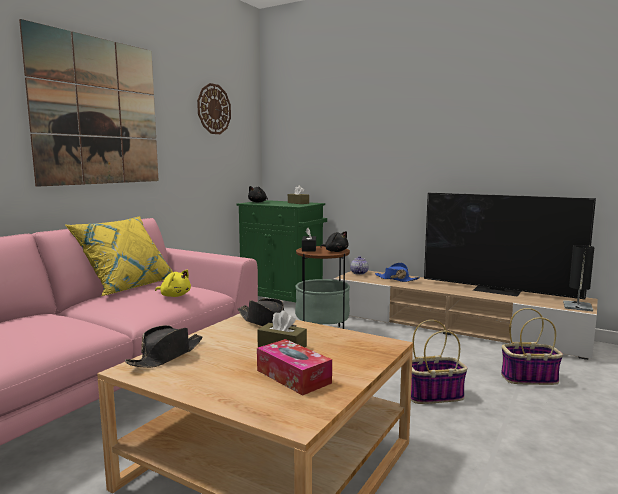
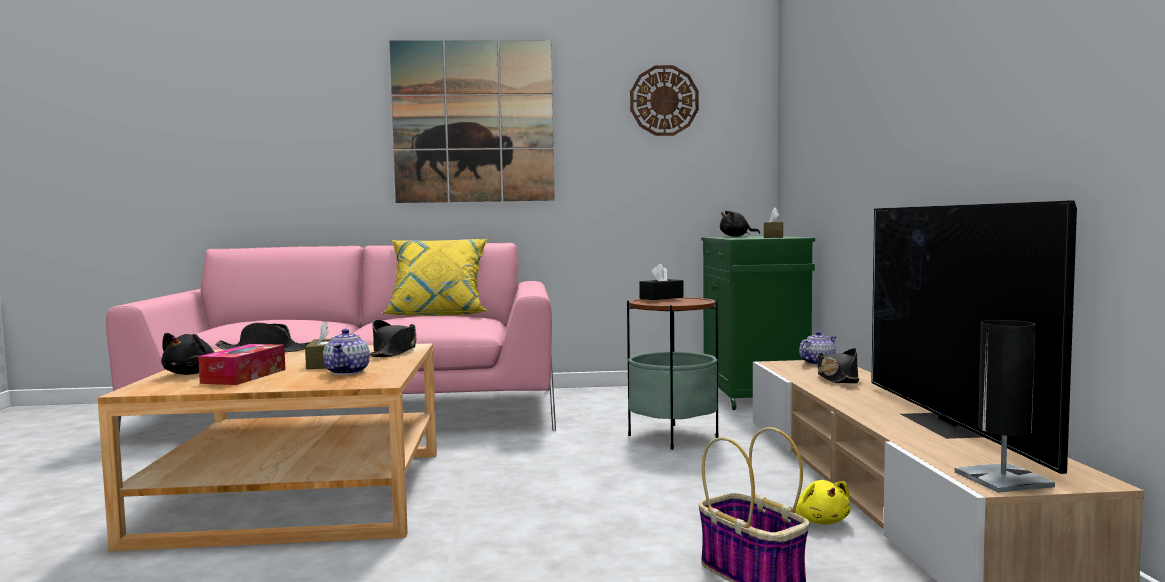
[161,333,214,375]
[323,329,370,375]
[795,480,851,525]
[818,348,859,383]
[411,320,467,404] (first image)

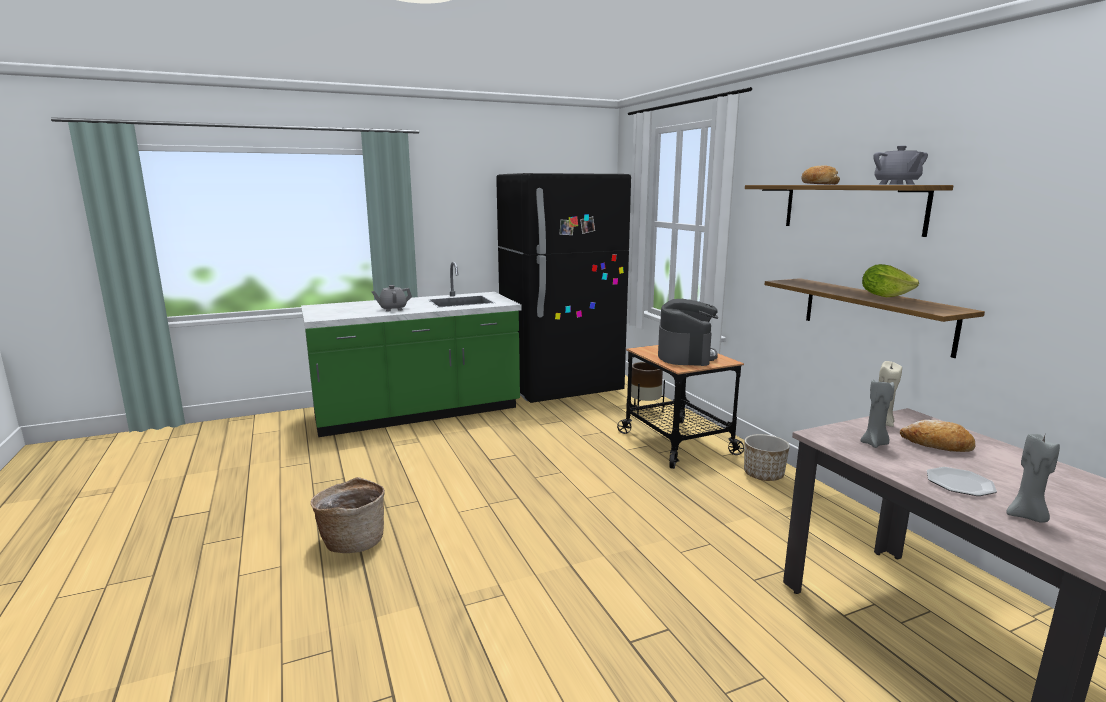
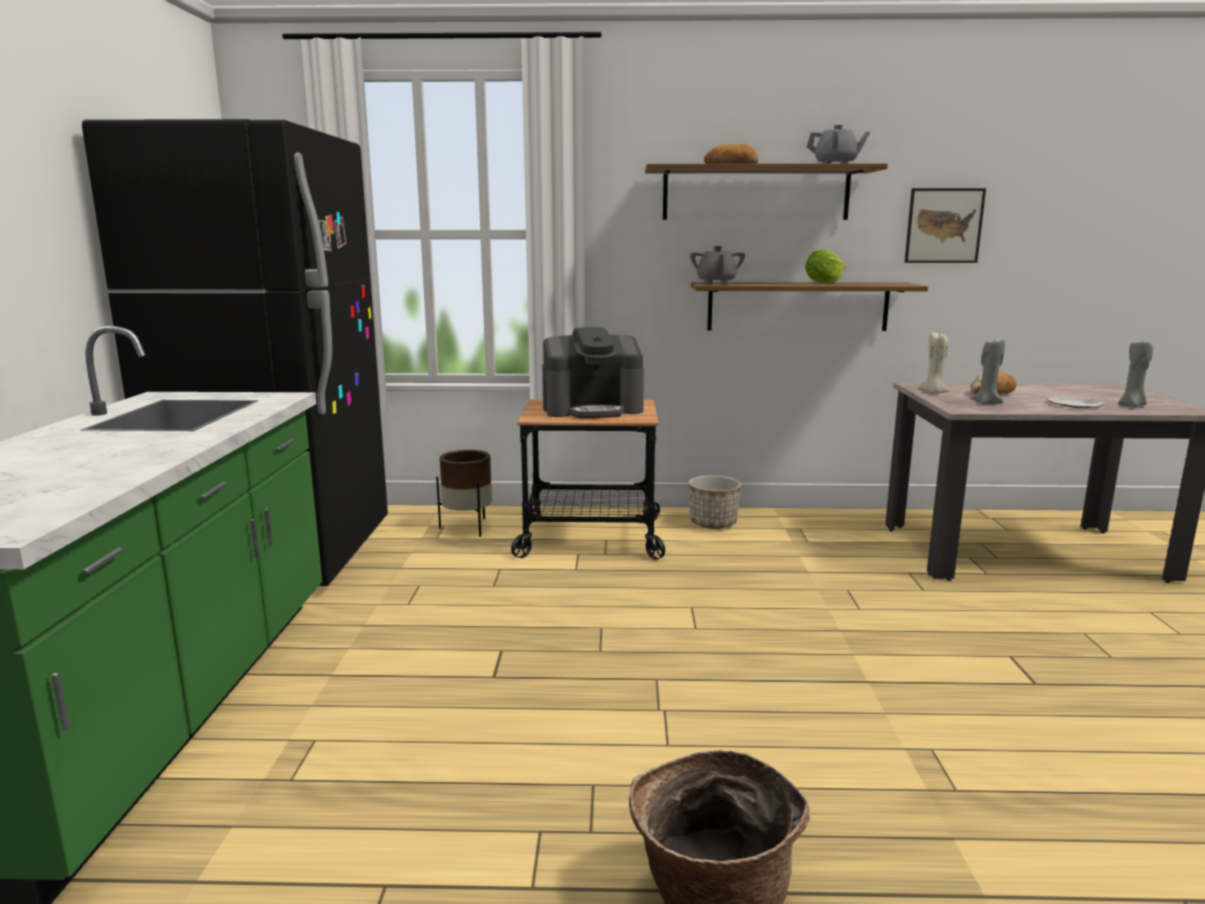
[542,327,644,418]
[690,246,745,284]
[905,188,986,263]

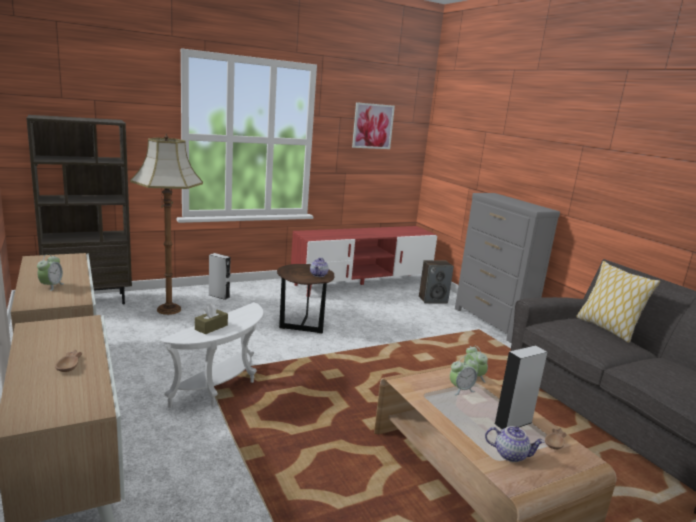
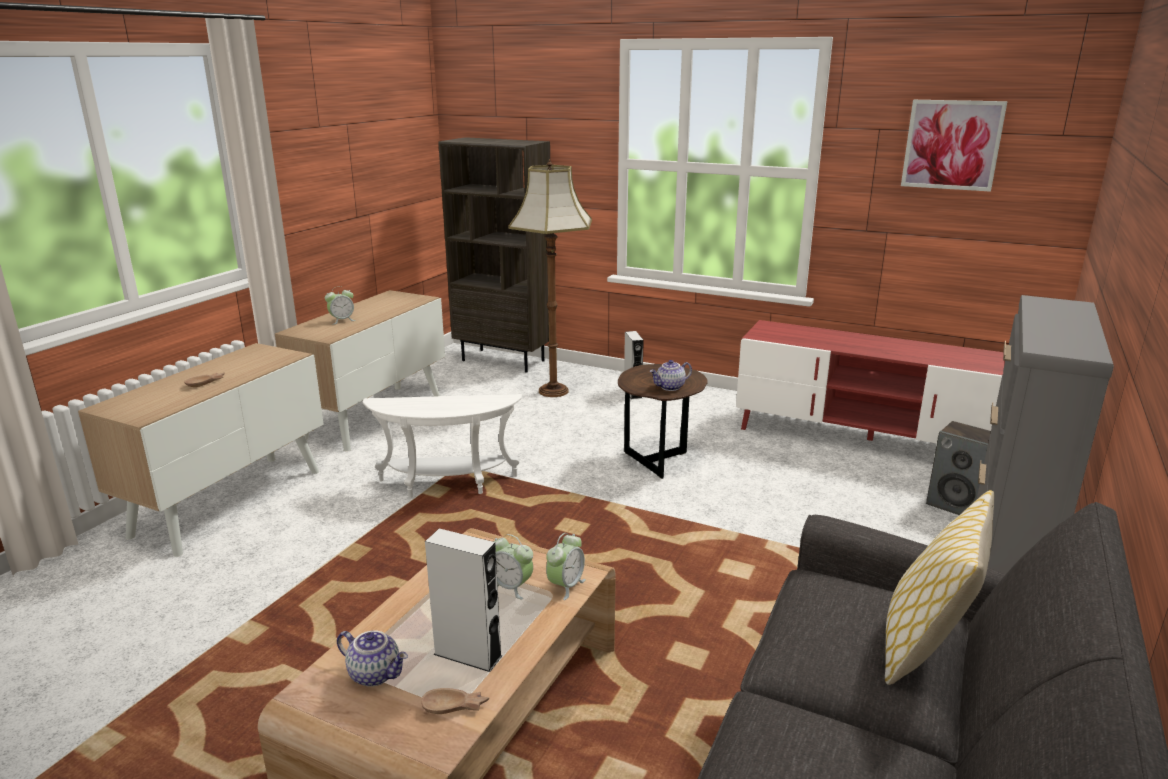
[337,630,408,687]
[195,303,228,334] (first image)

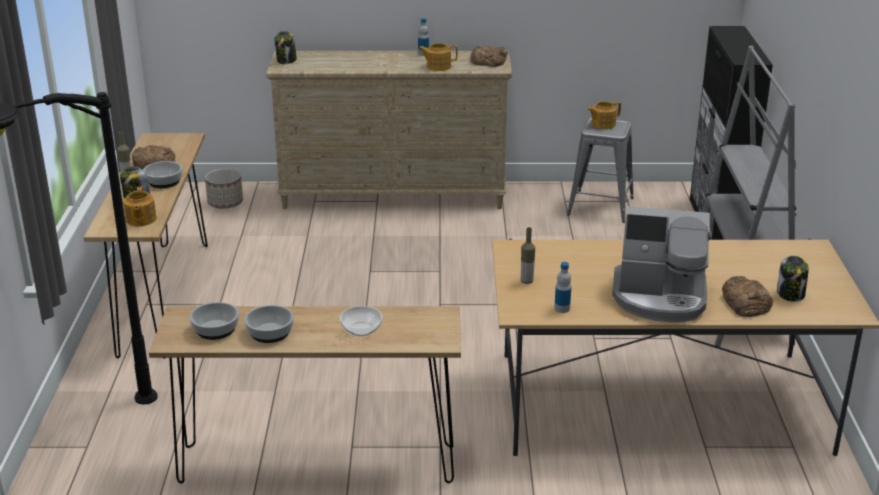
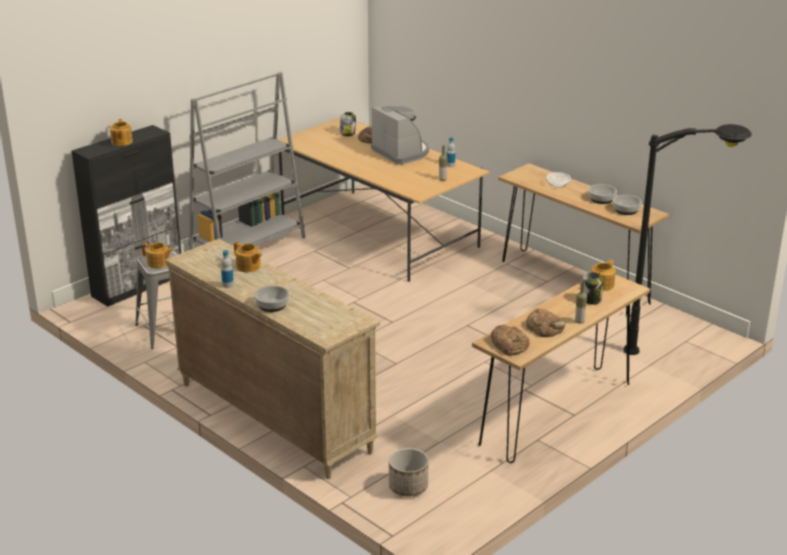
[110,119,133,146]
[254,286,290,312]
[491,325,530,356]
[274,31,297,64] (first image)

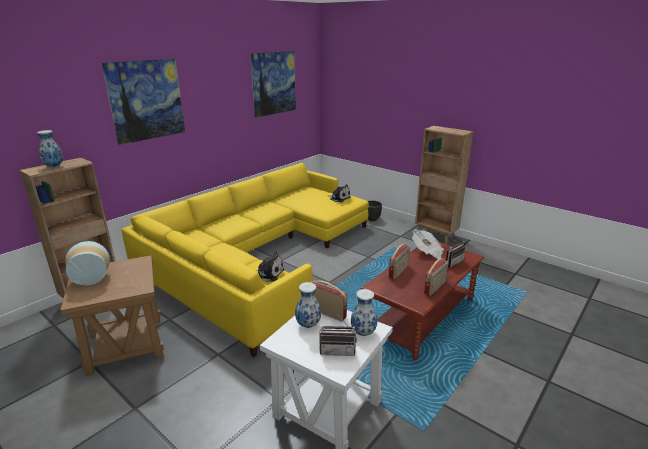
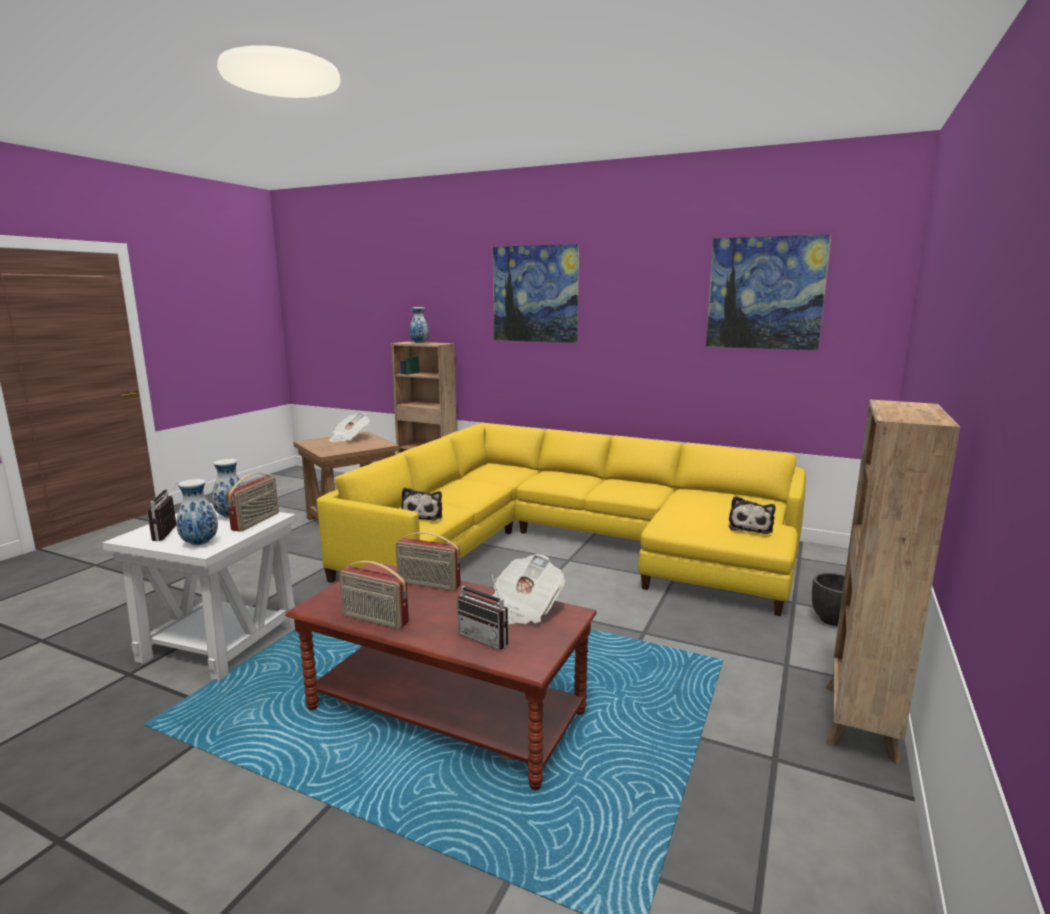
[329,413,370,442]

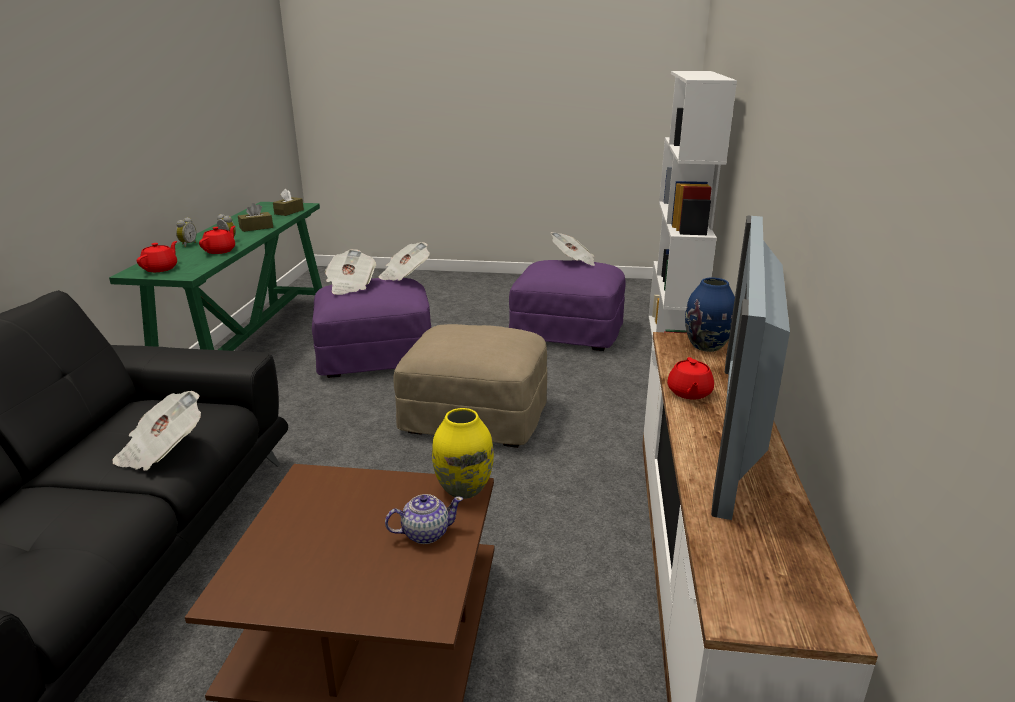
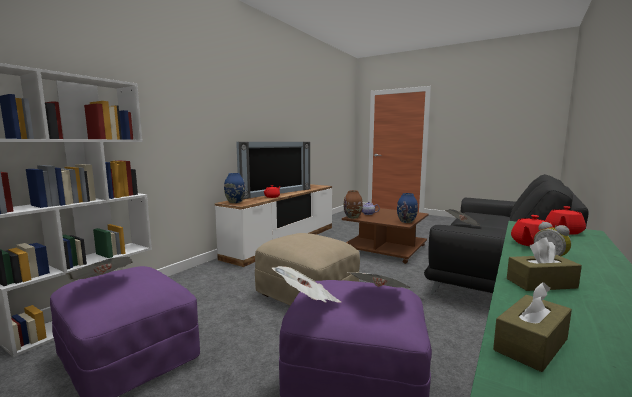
[343,190,363,219]
[397,193,418,223]
[176,217,196,247] (first image)

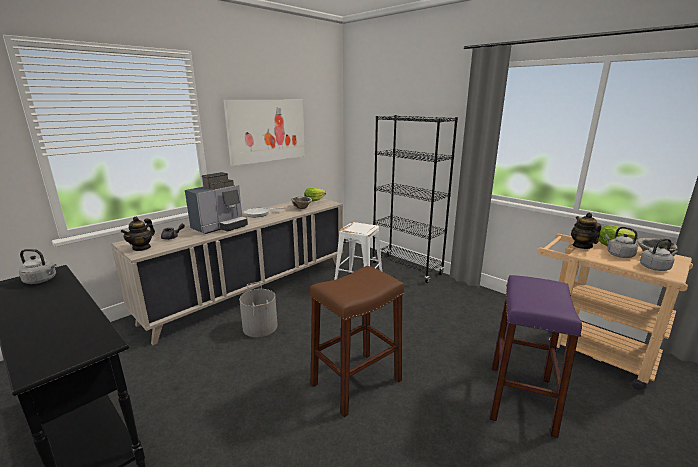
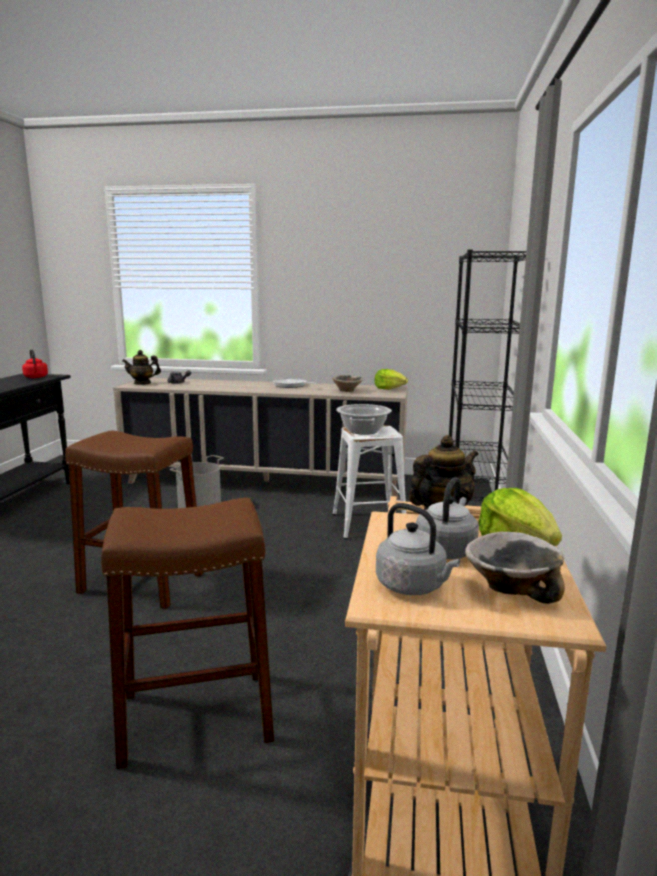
[22,349,48,378]
[101,498,274,769]
[336,404,392,435]
[185,172,248,234] (first image)
[223,100,305,166] (first image)

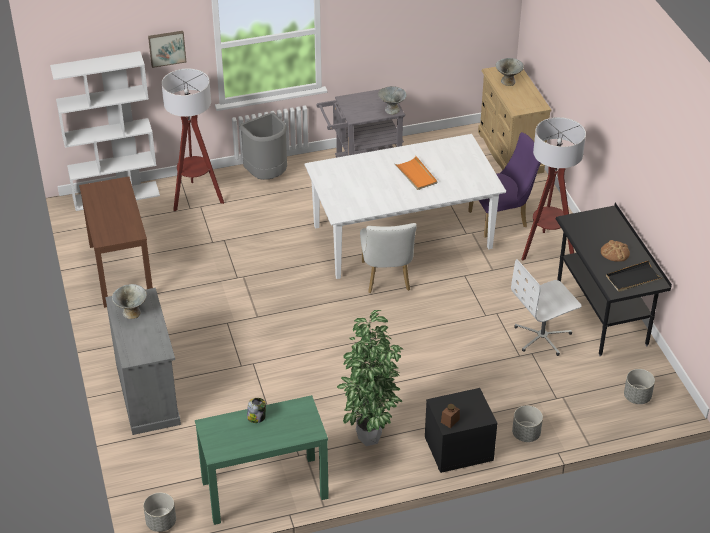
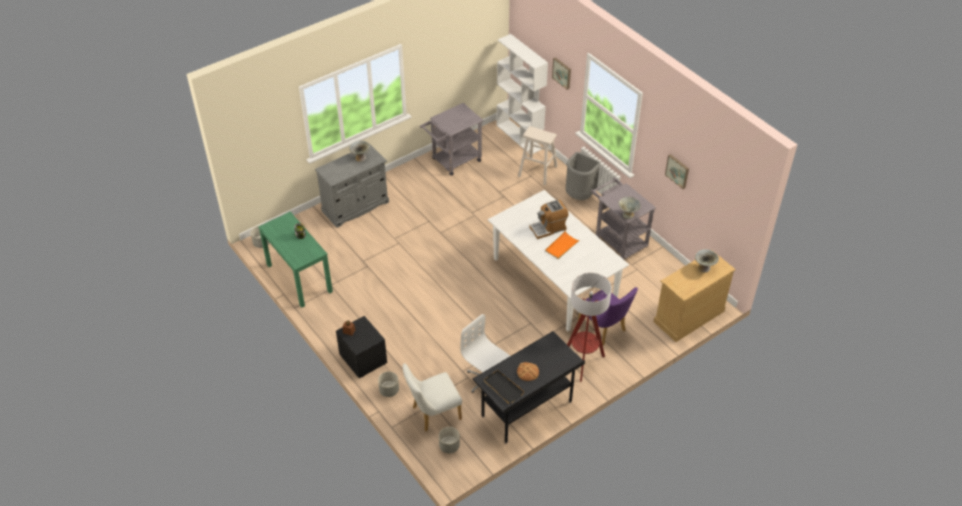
[403,363,462,432]
[420,103,484,176]
[518,126,558,185]
[529,200,569,239]
[665,154,689,189]
[337,310,403,446] (first image)

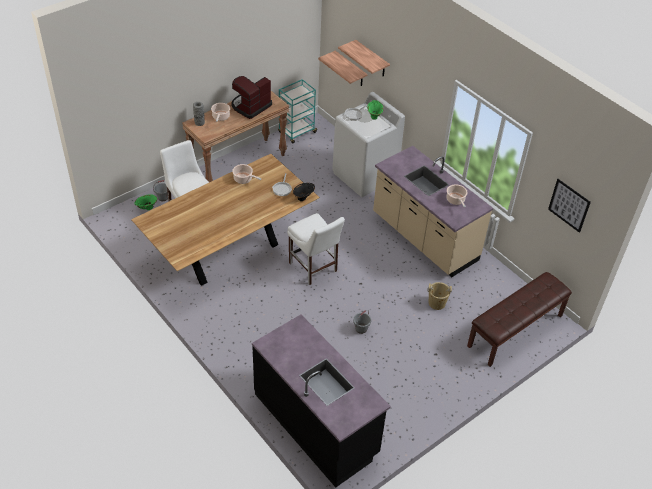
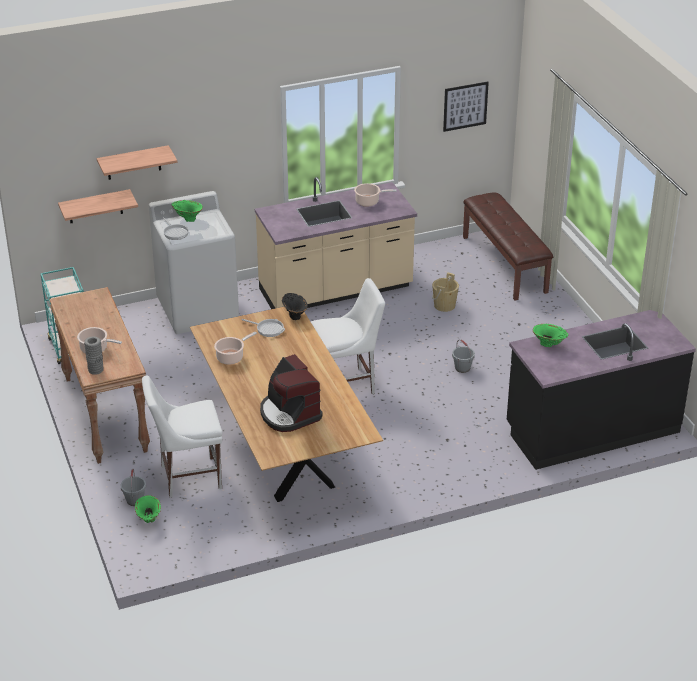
[260,354,323,432]
[533,324,568,347]

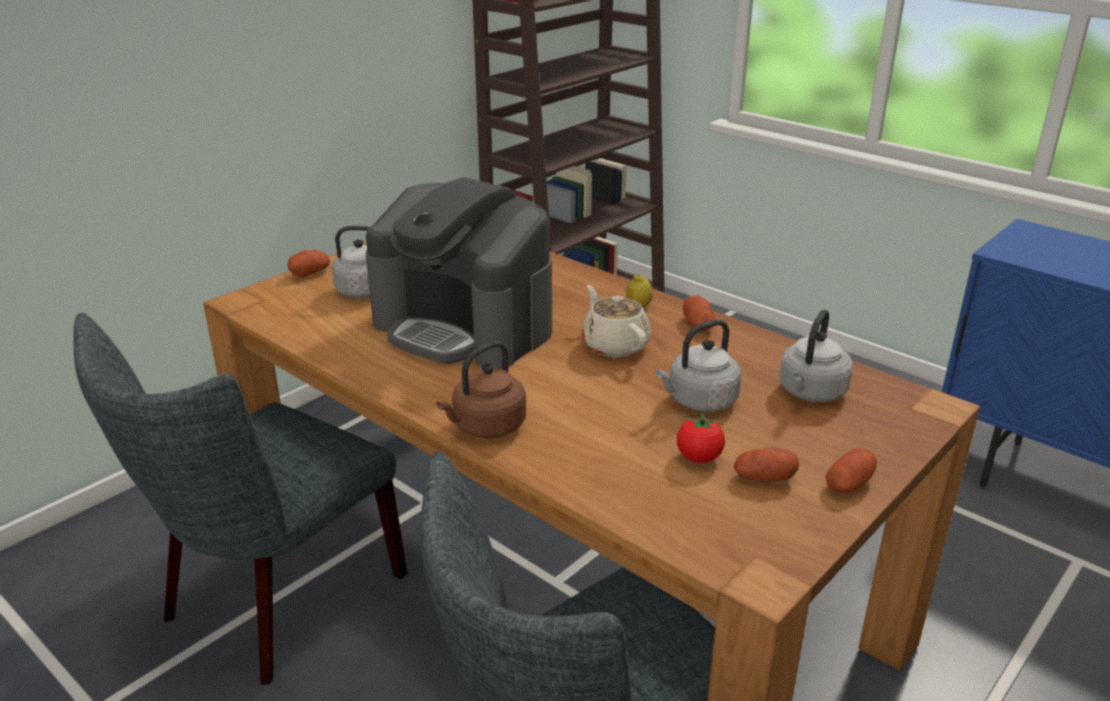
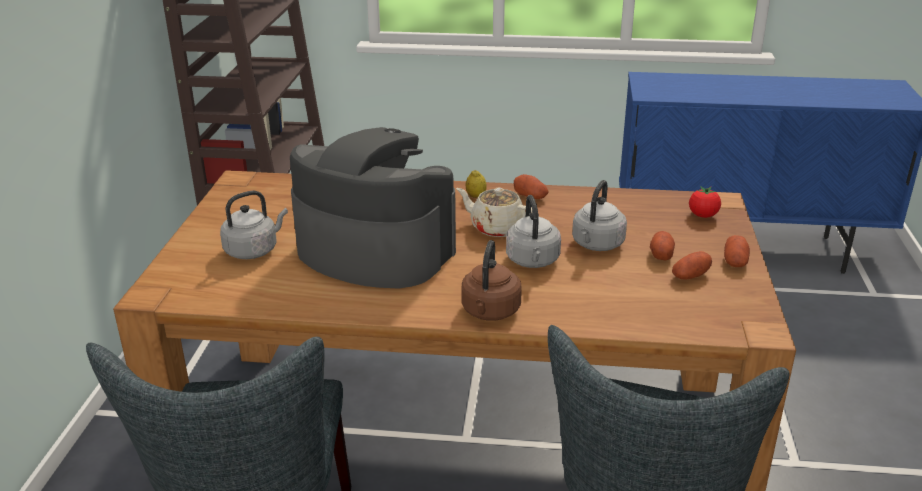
[290,127,456,289]
[506,195,561,268]
[650,231,675,261]
[689,186,721,218]

